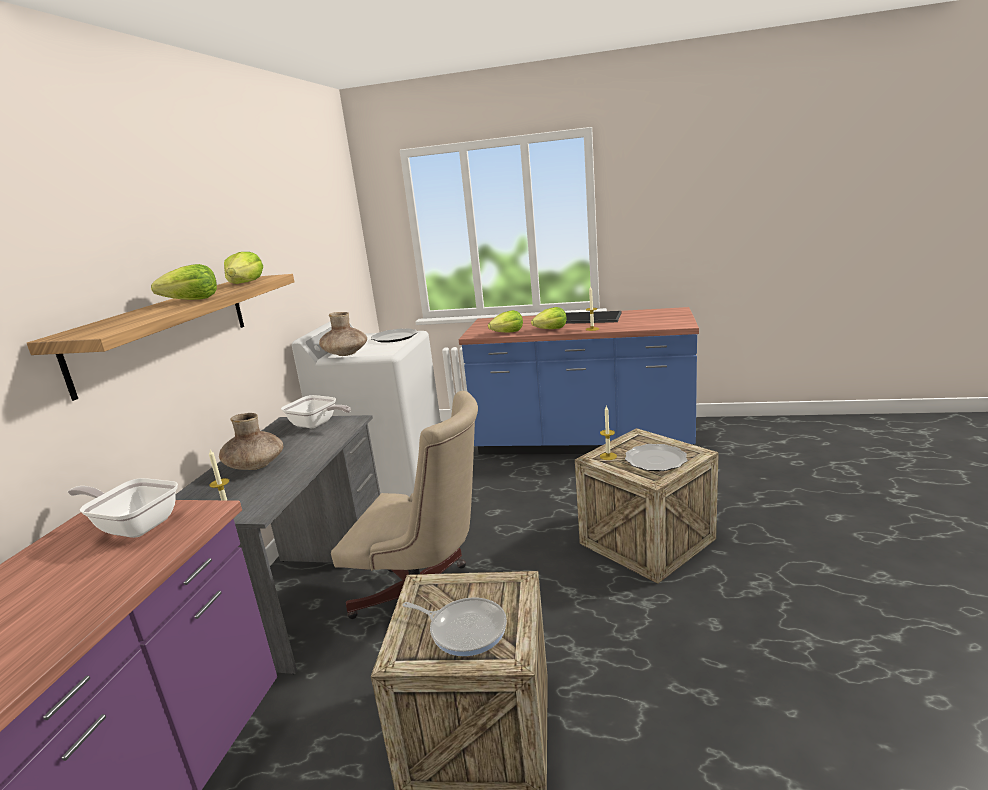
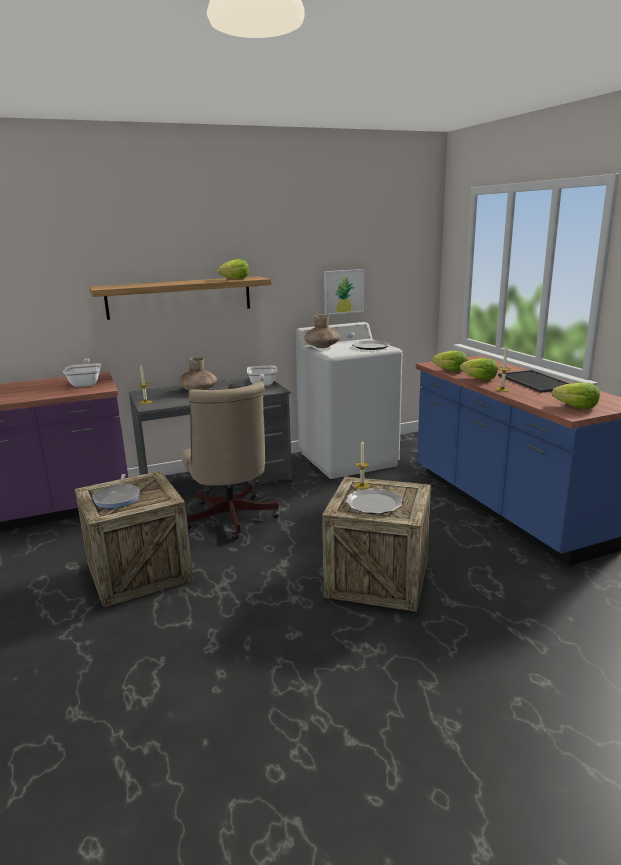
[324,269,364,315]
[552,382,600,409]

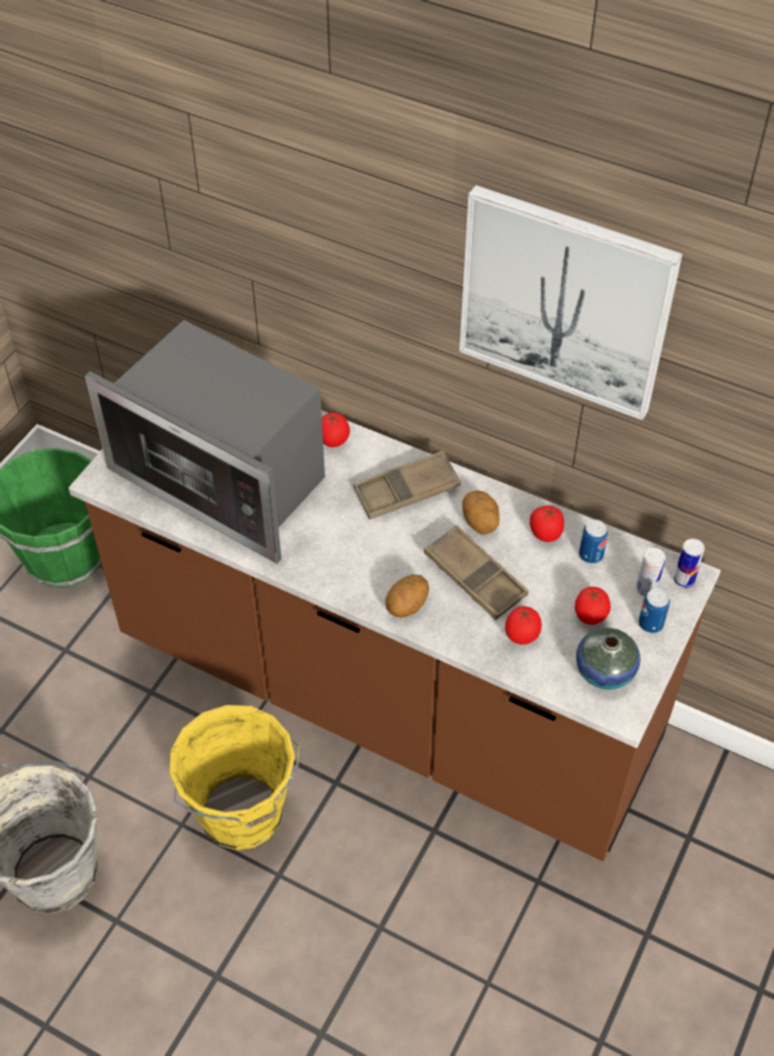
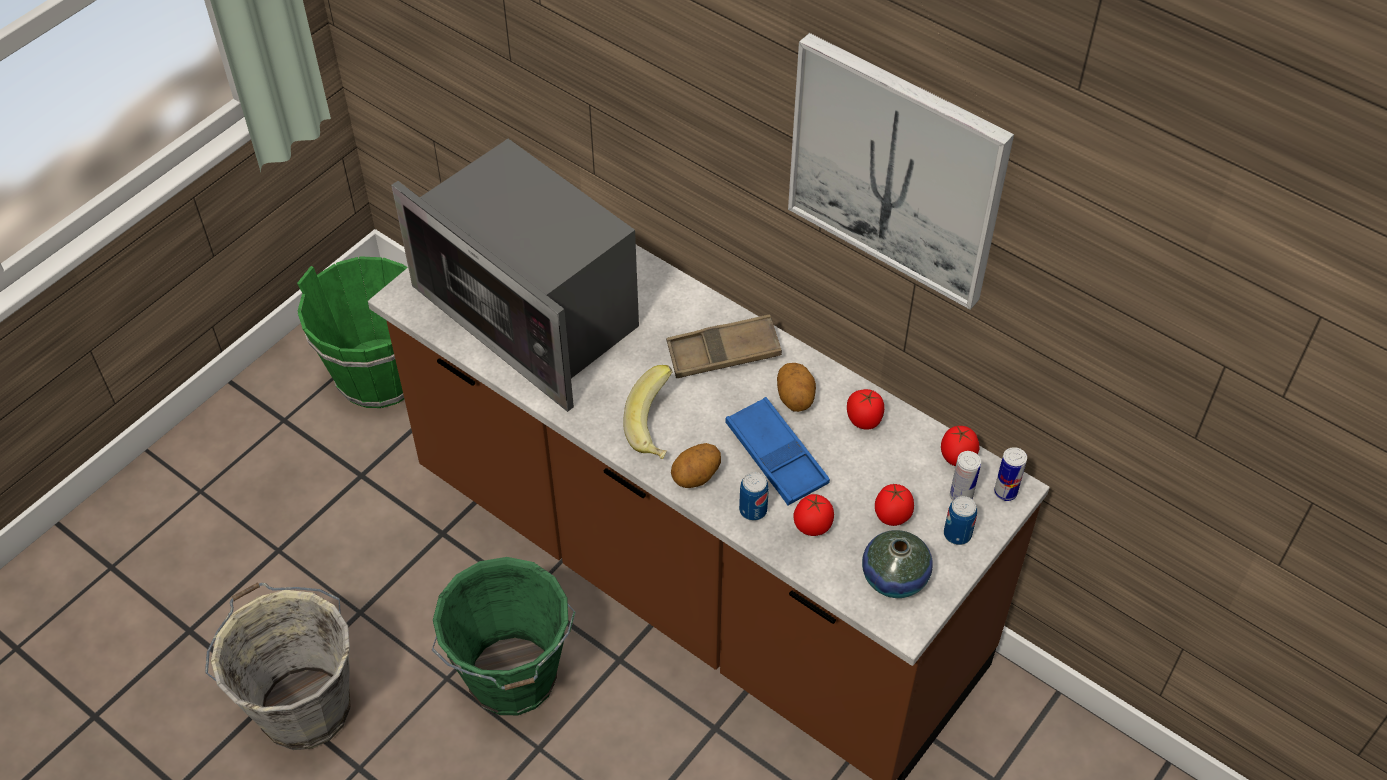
[432,557,576,715]
[623,365,673,459]
[725,397,830,505]
[739,472,769,521]
[941,426,979,466]

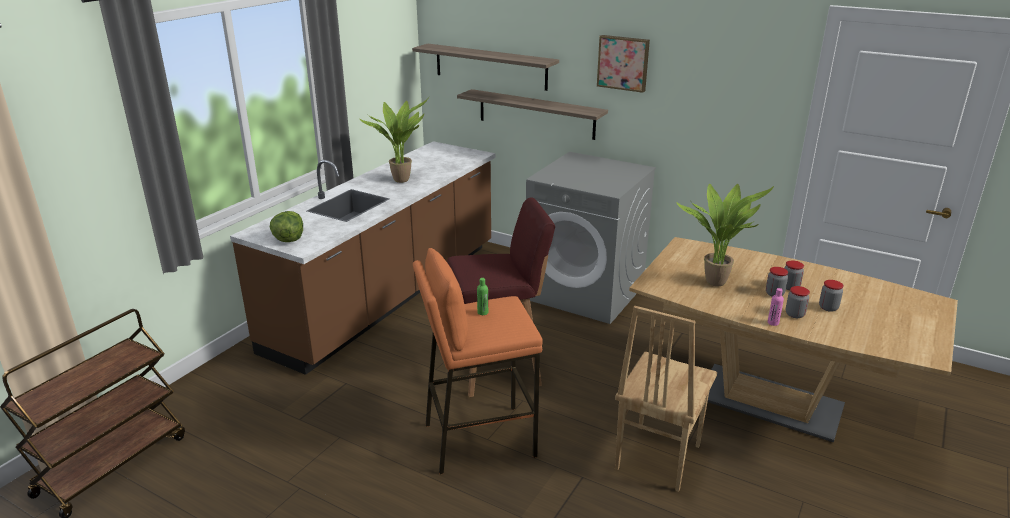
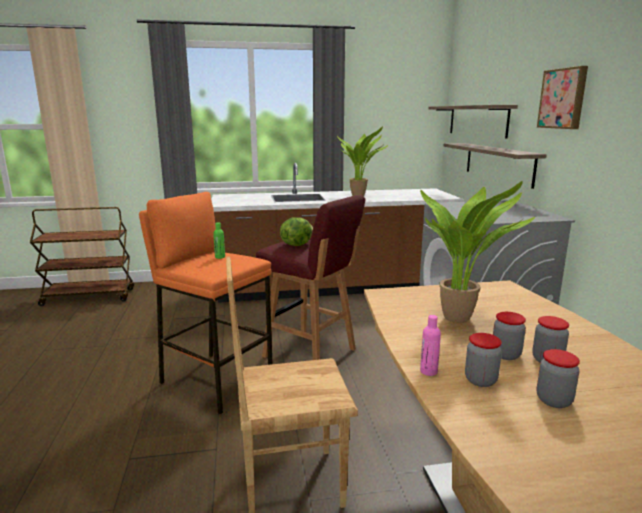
[280,217,313,246]

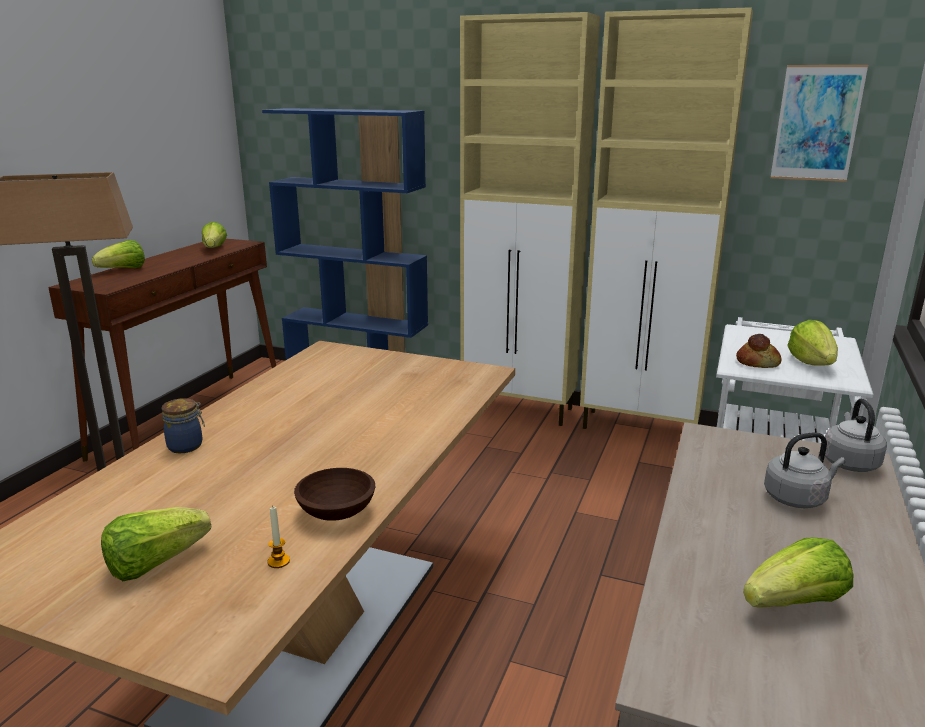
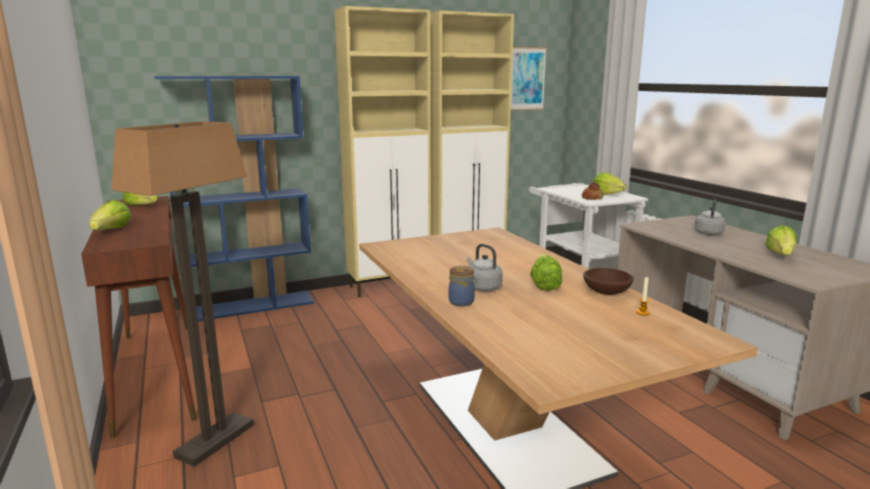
[467,244,503,291]
[530,254,562,291]

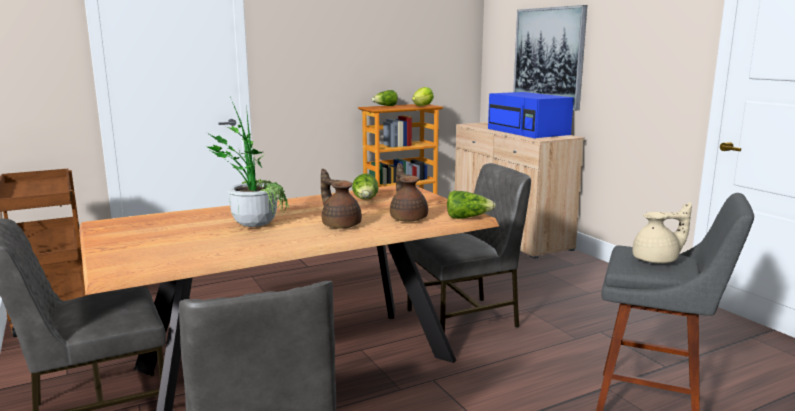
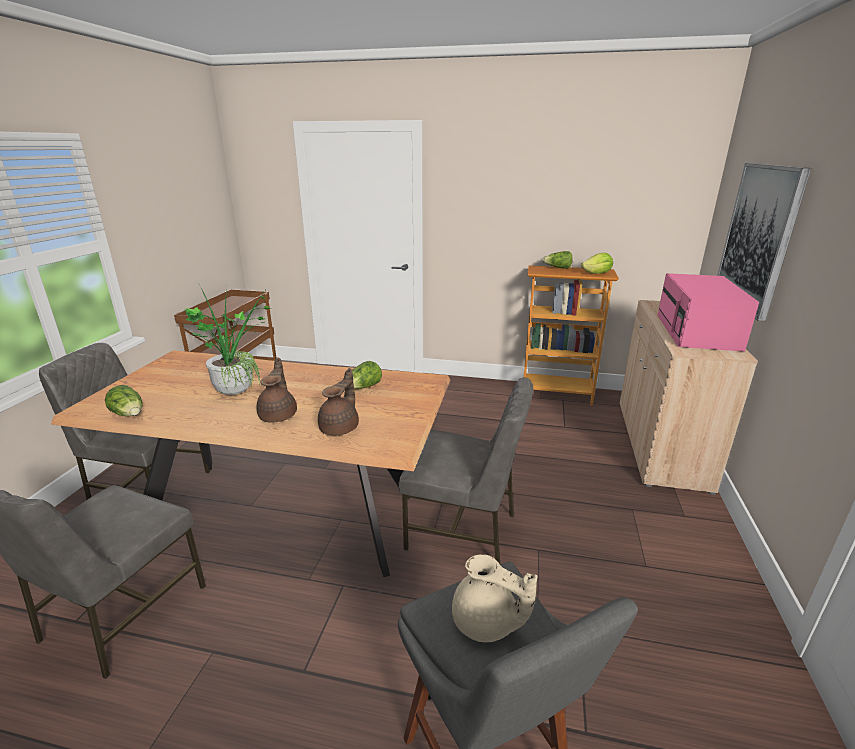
[105,385,142,416]
[657,273,759,352]

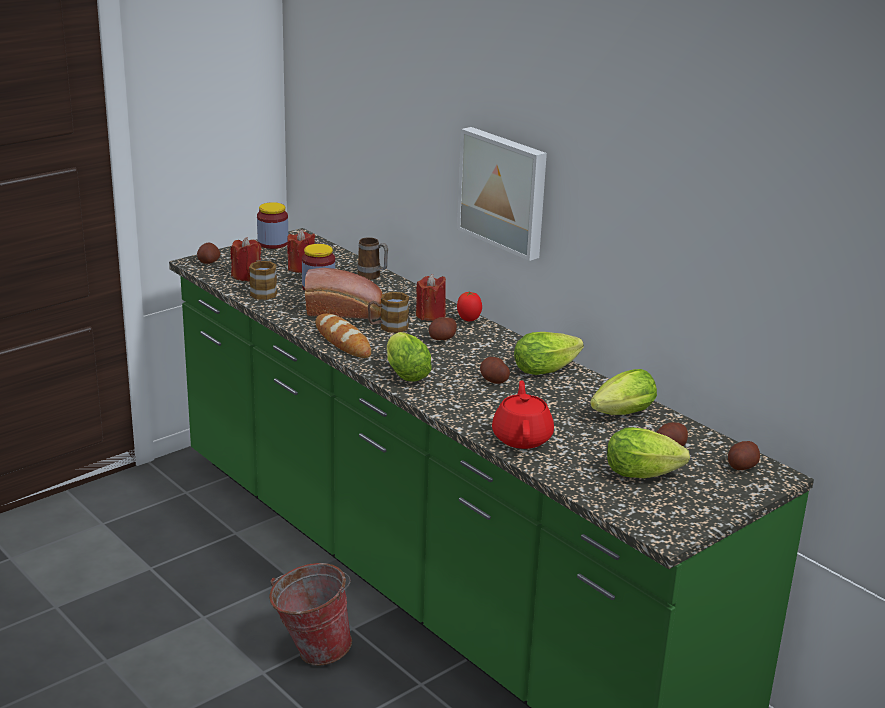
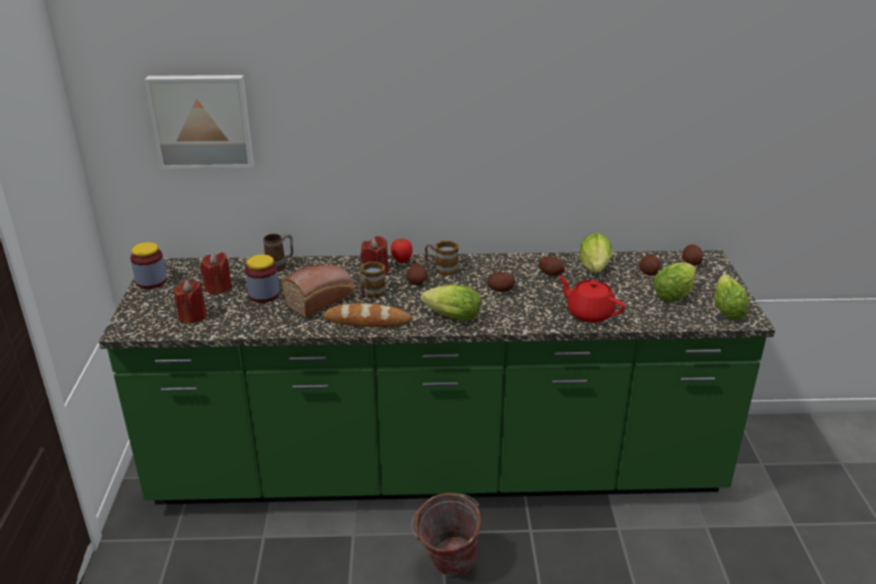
[145,75,254,169]
[425,241,458,275]
[539,256,565,276]
[715,274,749,320]

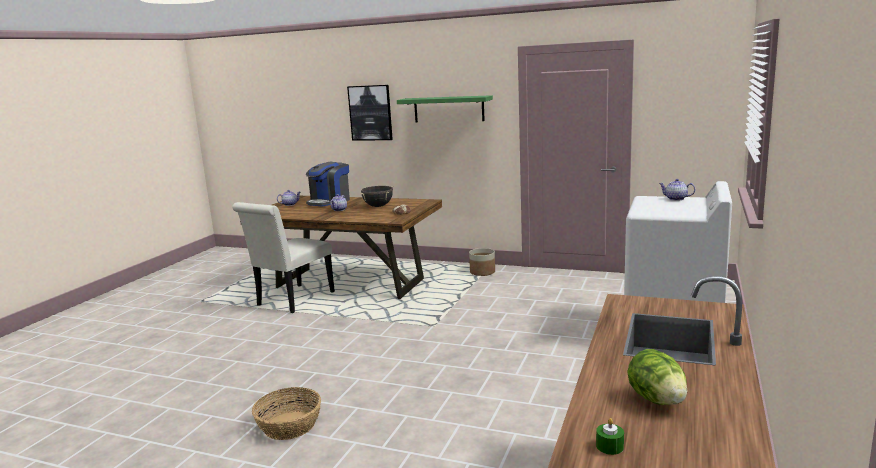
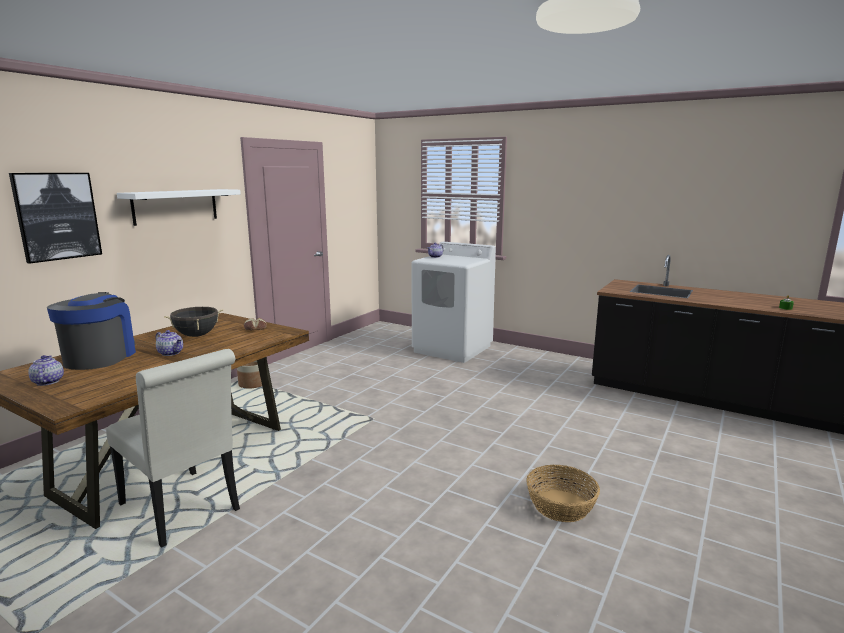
[47,292,136,370]
[117,189,241,226]
[627,349,687,405] (first image)

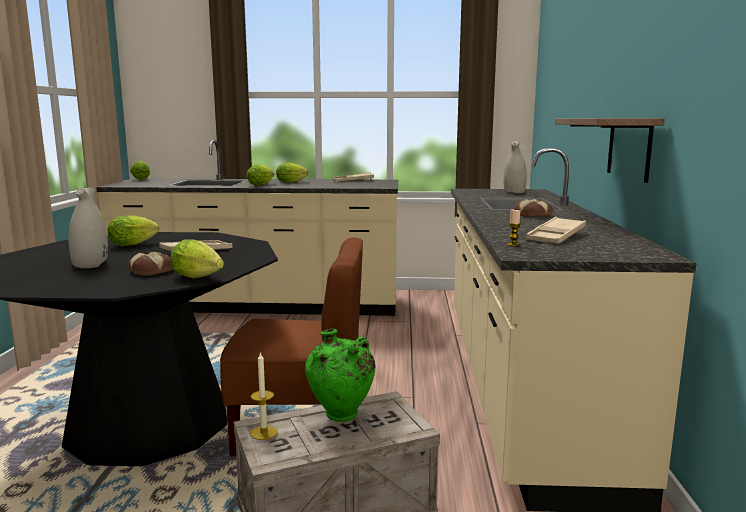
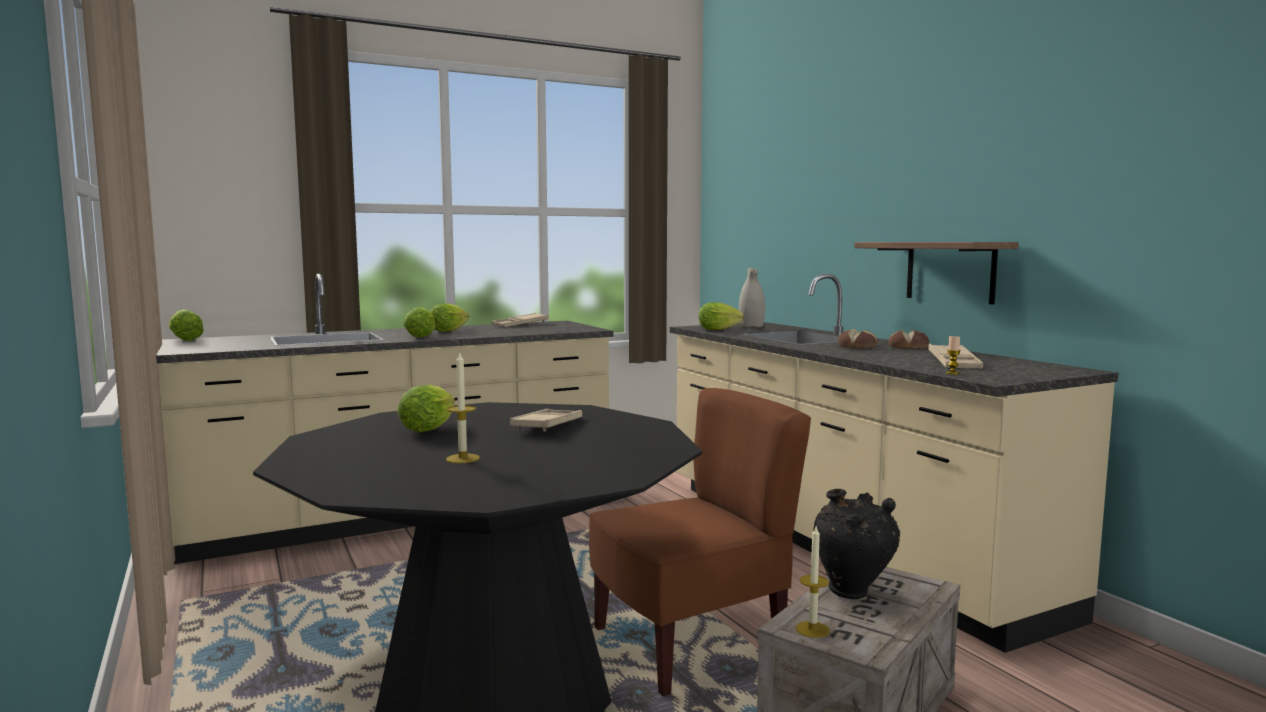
[446,351,480,463]
[699,302,744,330]
[813,489,900,599]
[889,330,929,349]

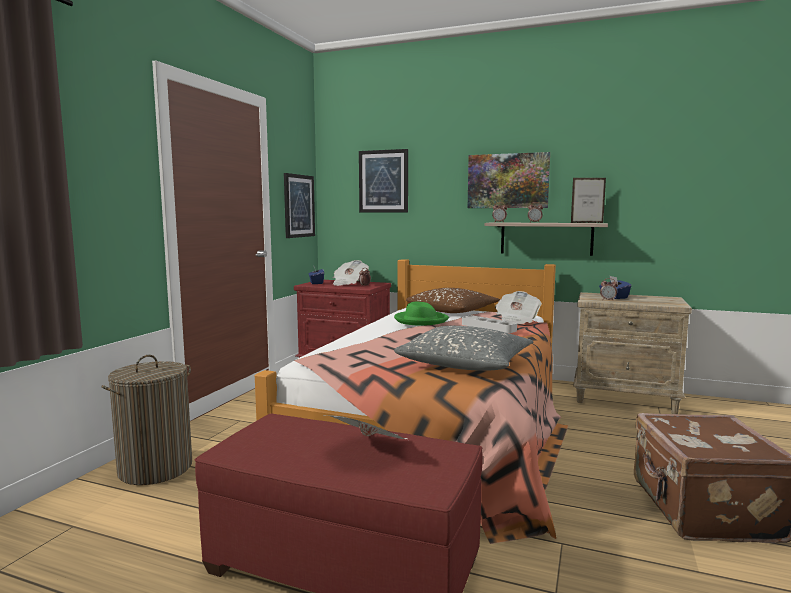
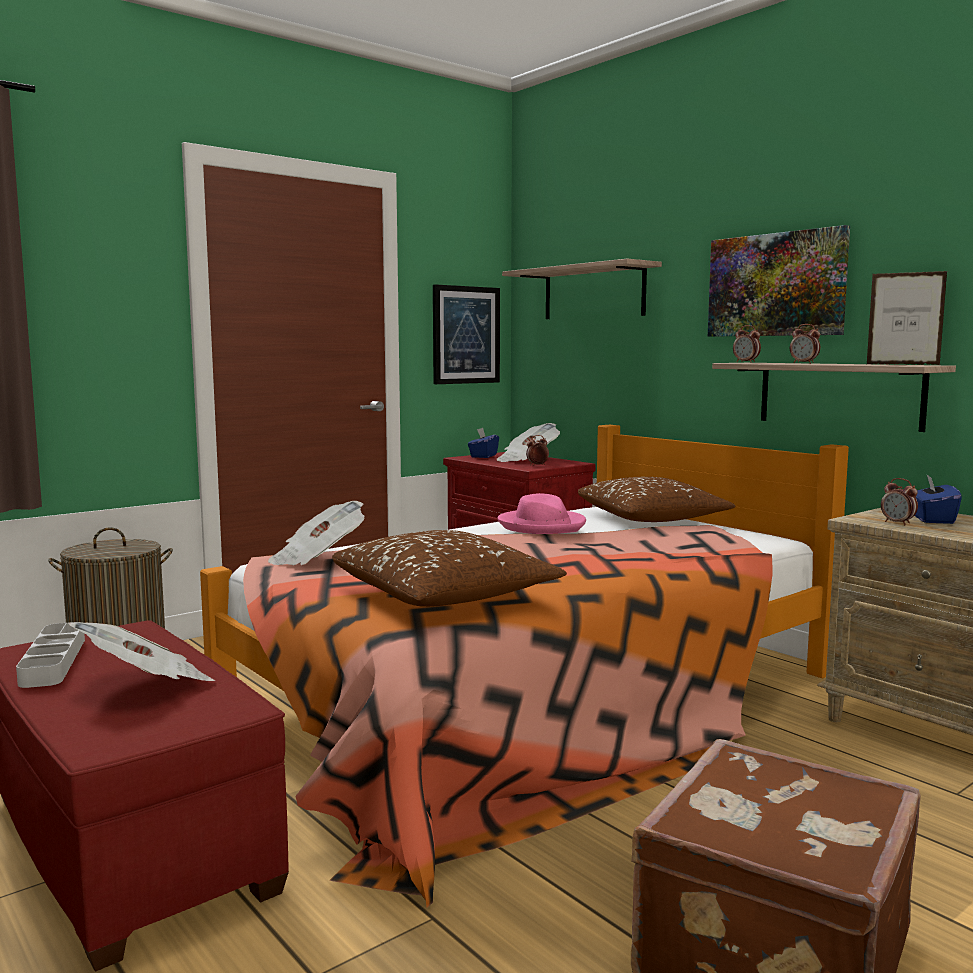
[16,622,85,688]
[268,501,365,565]
[332,530,567,607]
[498,493,586,534]
[502,259,662,319]

